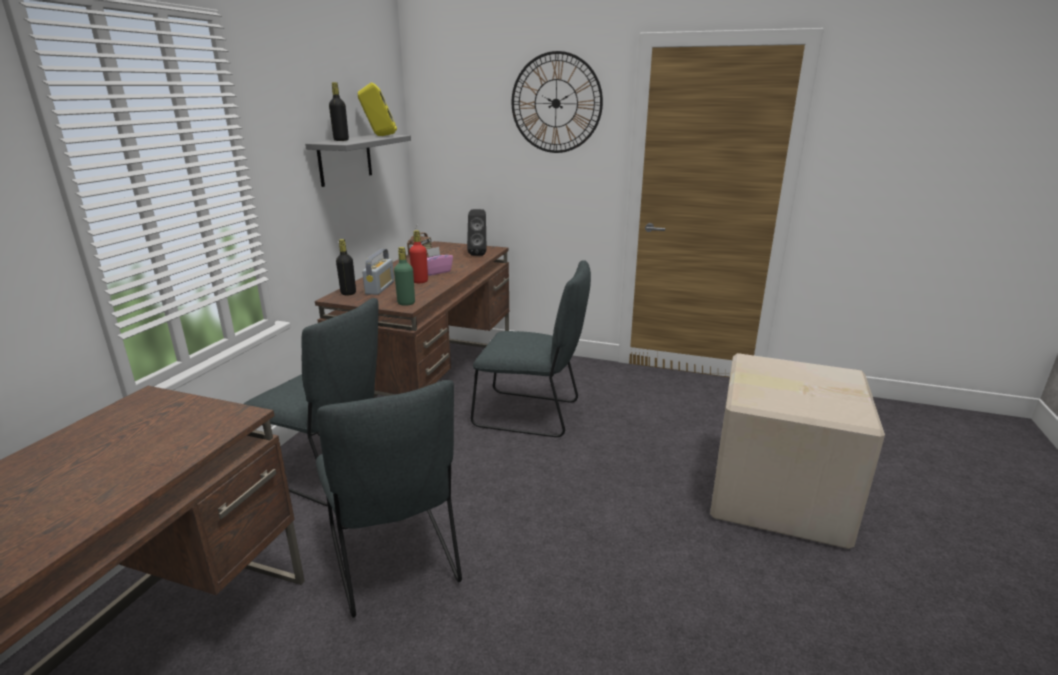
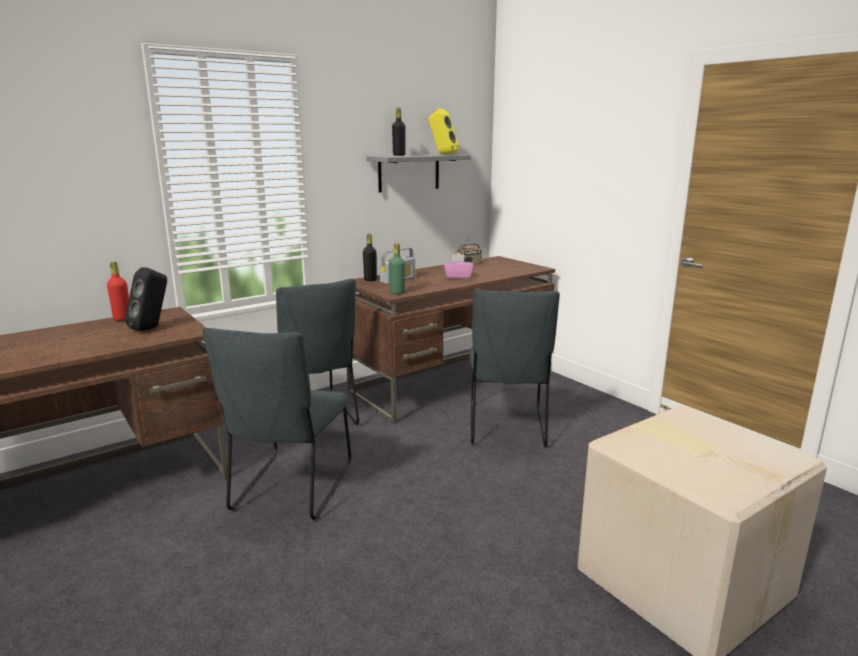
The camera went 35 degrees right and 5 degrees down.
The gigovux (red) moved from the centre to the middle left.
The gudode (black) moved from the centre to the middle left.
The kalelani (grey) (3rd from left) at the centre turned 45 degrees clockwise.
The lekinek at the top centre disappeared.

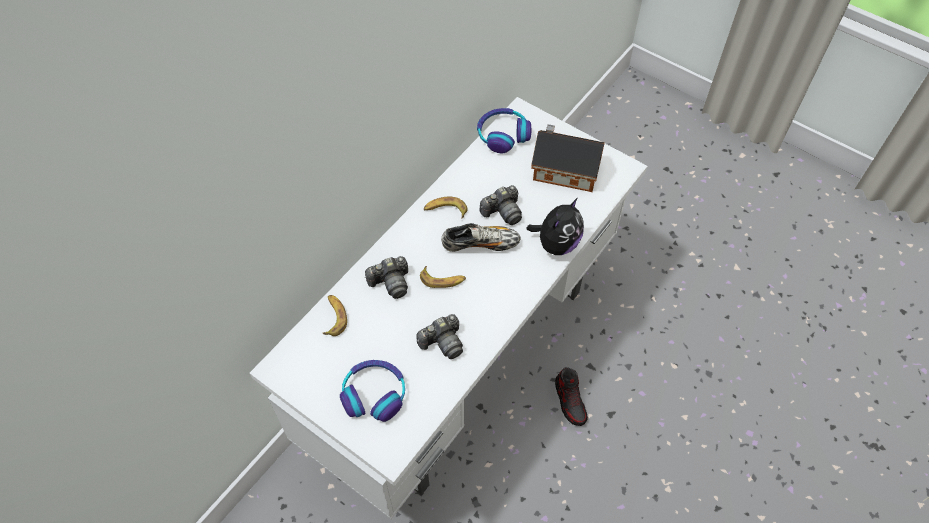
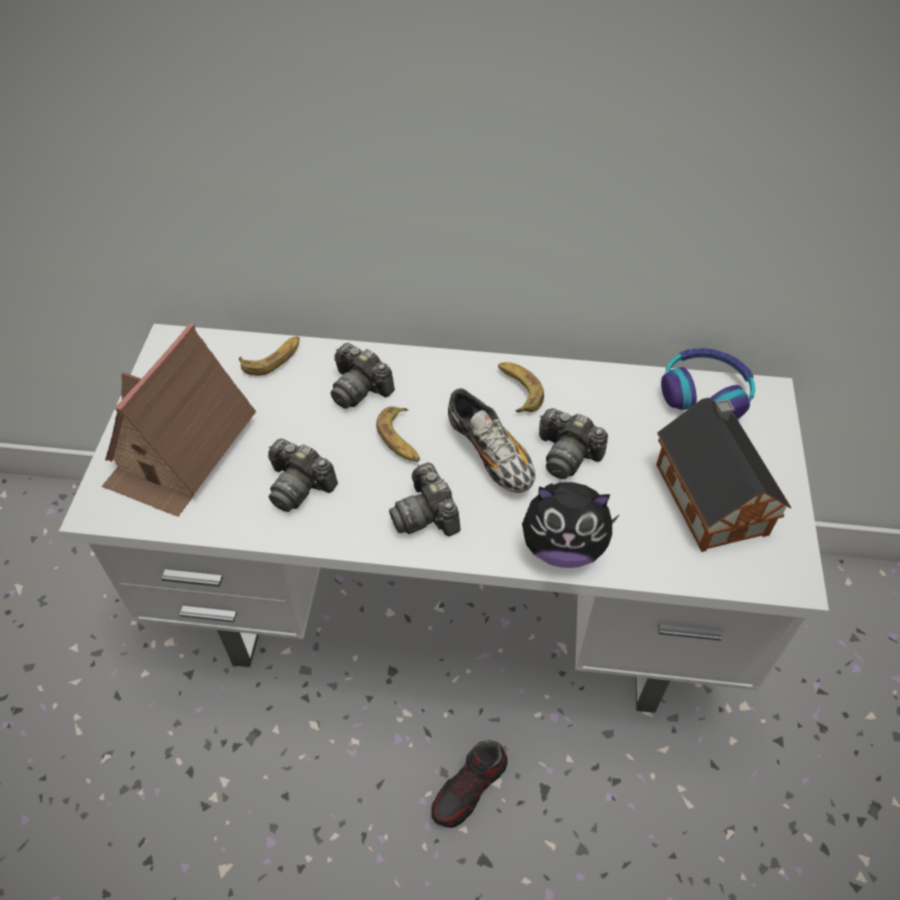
The camera went 60 degrees right and 5 degrees down.
The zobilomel (1st from left) at the bottom centre was replaced by the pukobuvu (1st from left) at the middle left.
The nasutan (3rd from left) at the centre appeared.

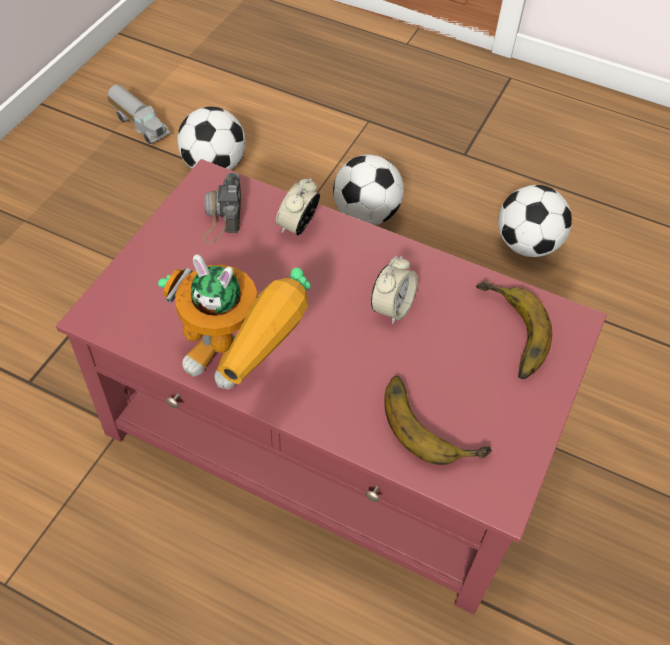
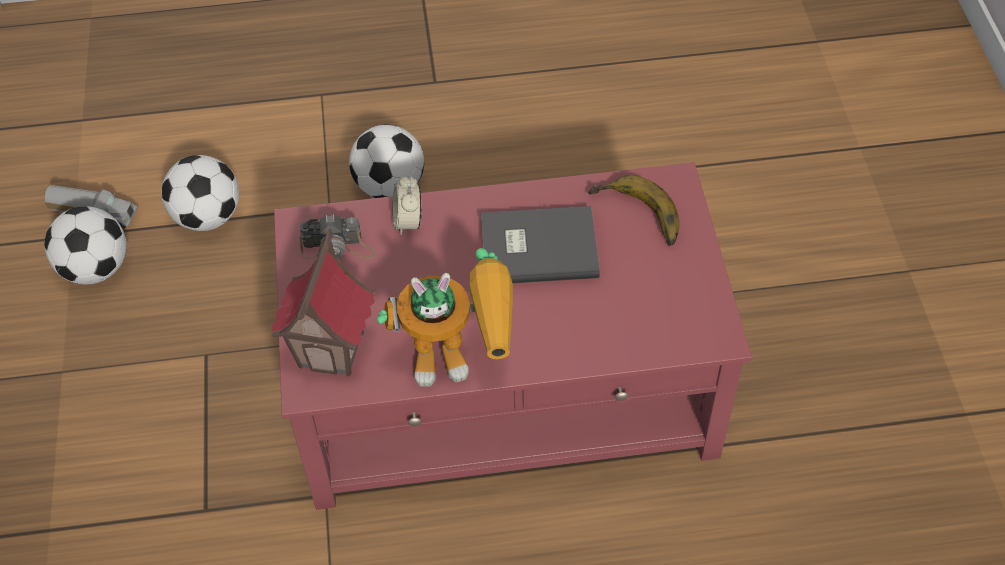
The camera went 30 degrees left and 0 degrees up.
The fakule (3rd from left in the first image) moved from the middle right to the middle left.
The pukobuvu at the middle left appeared.
The nasutan at the top left turned 60 degrees counterclockwise.
The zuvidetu (2nd from left) at the centre was replaced by the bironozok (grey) at the centre.
The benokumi (1st from left) at the centre disappeared.

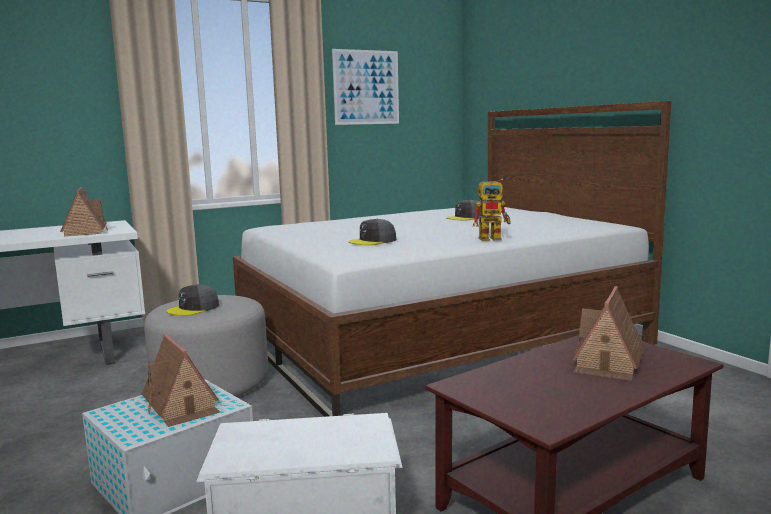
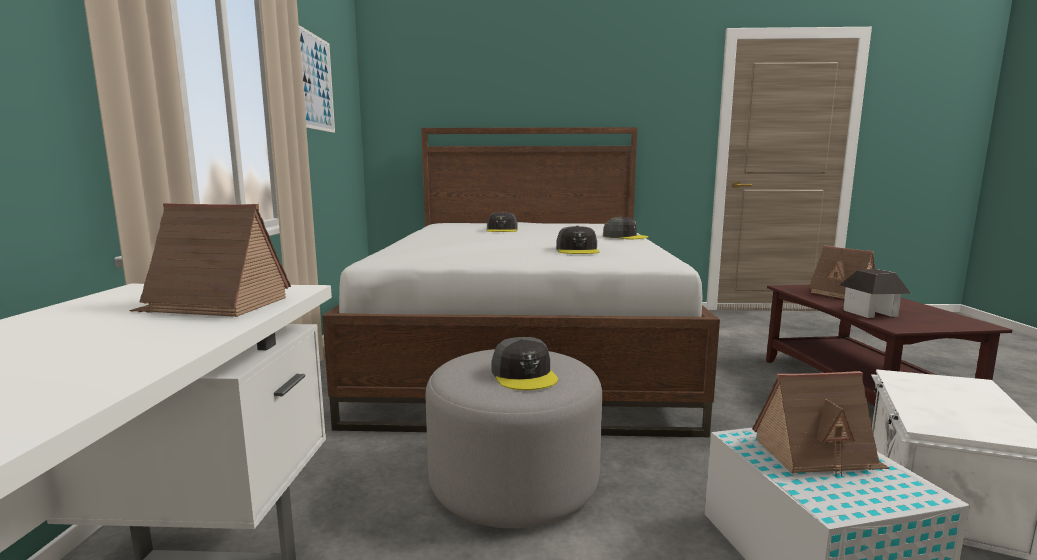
The camera went 60 degrees left and 0 degrees up.
The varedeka at the centre was replaced by the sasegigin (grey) (4th from left) at the centre.
The pukobuvu (4th from left) at the middle right appeared.

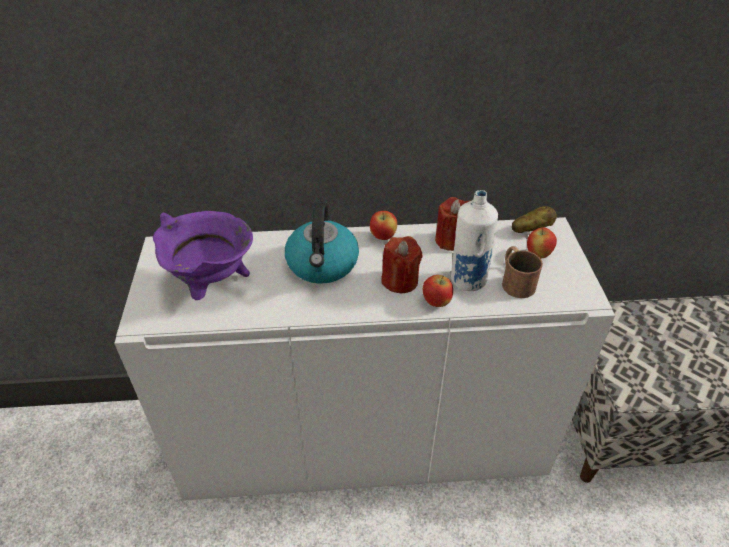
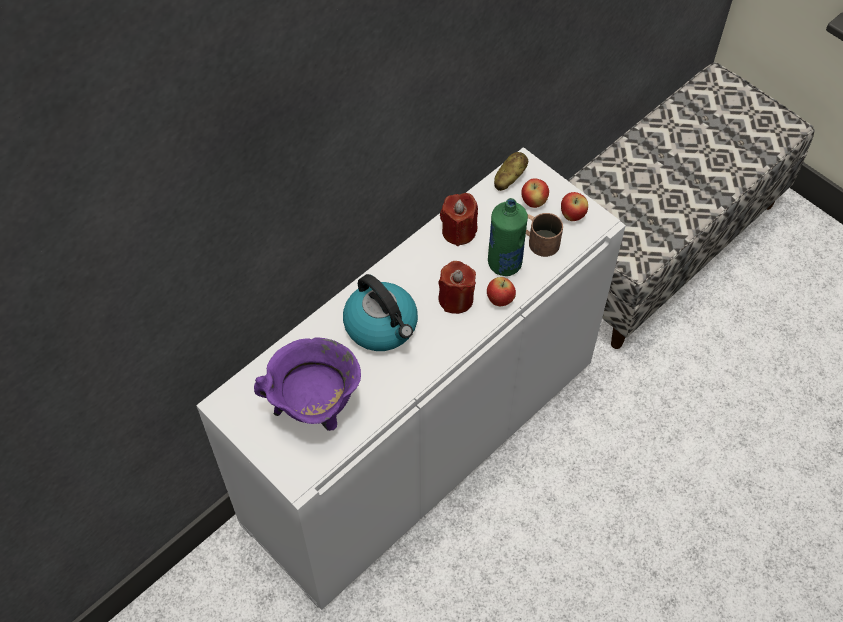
The camera went 40 degrees left and 15 degrees up.
The gigovux (white) at the centre became the gigovux (green) at the centre.
The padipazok (1st from left in the first image) moved from the centre to the top right.

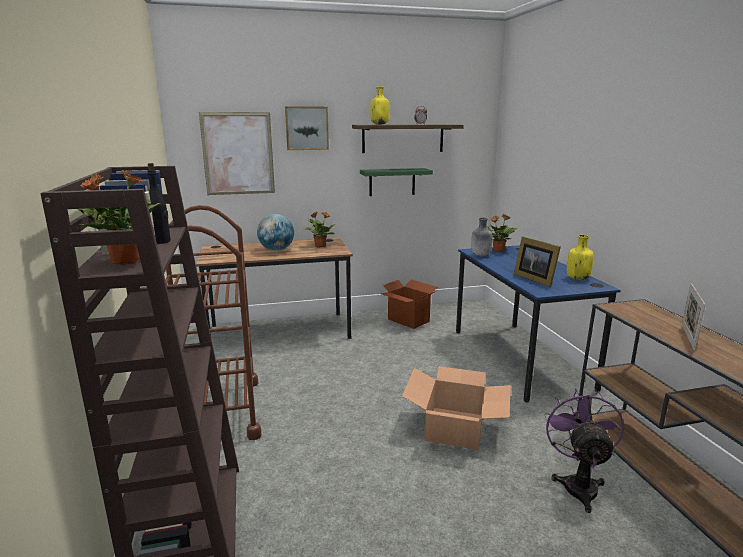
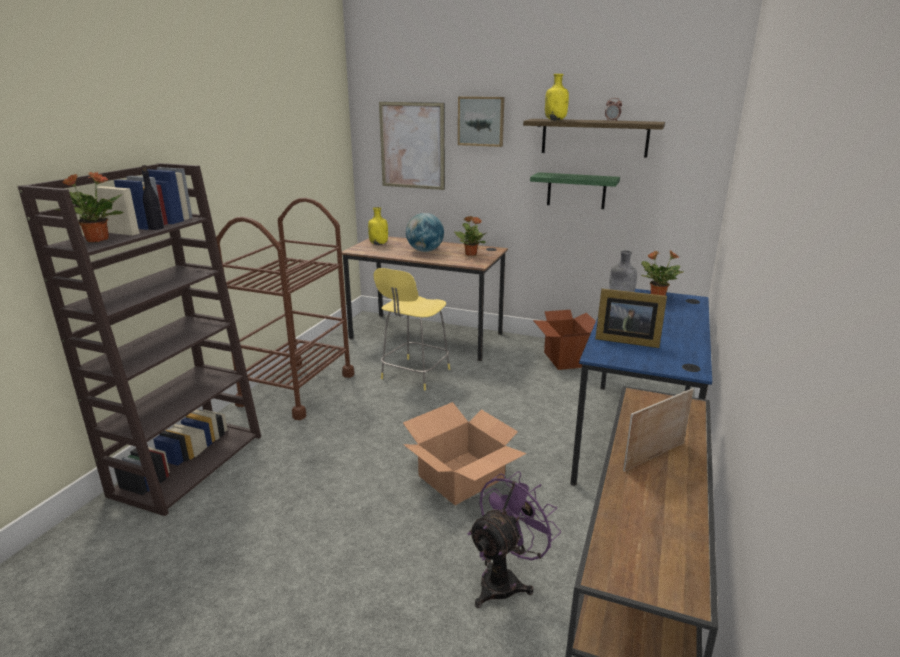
The camera went 35 degrees right and 5 degrees up.
The gigovux (yellow) (2nd from left in the first image) moved from the middle right to the centre.
The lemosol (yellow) at the centre appeared.
The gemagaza (1st from left) at the middle right turned 75 degrees counterclockwise.

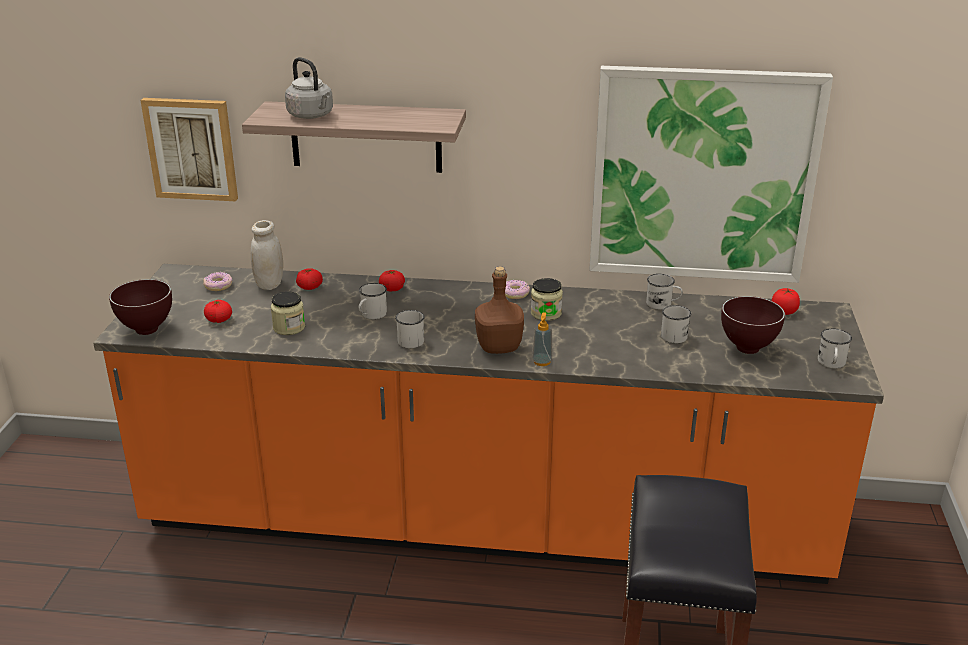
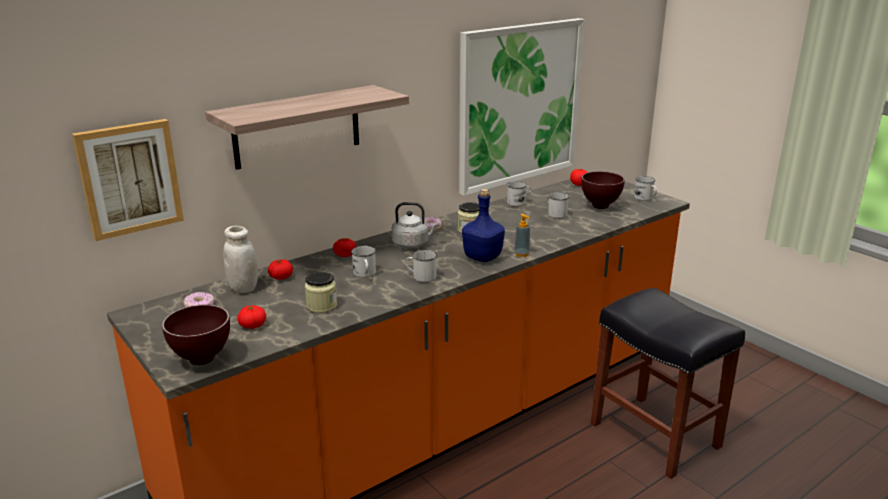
The camera went 45 degrees left and 5 degrees down.
The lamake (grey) moved from the top left to the centre.
The gigovux (brown) at the centre became the gigovux (blue) at the centre.

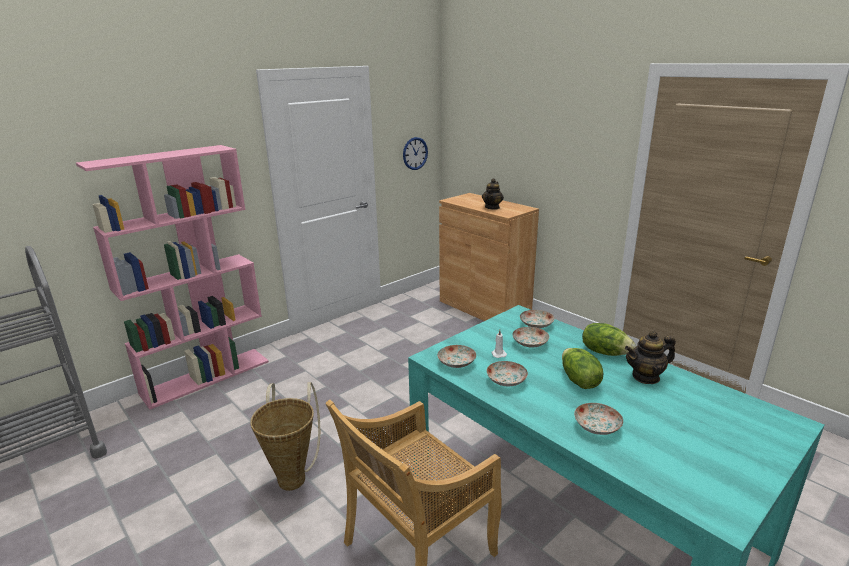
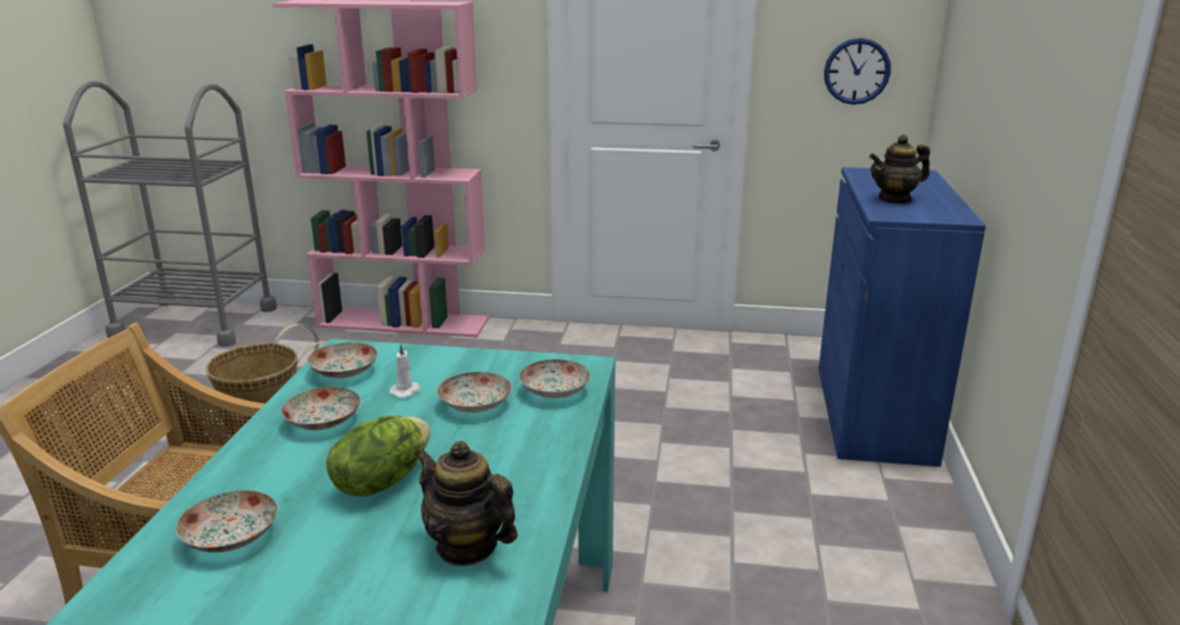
The camera went 50 degrees right and 0 degrees up.
The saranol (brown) at the centre became the saranol (blue) at the middle right.
The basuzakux (2nd from left) at the middle right disappeared.

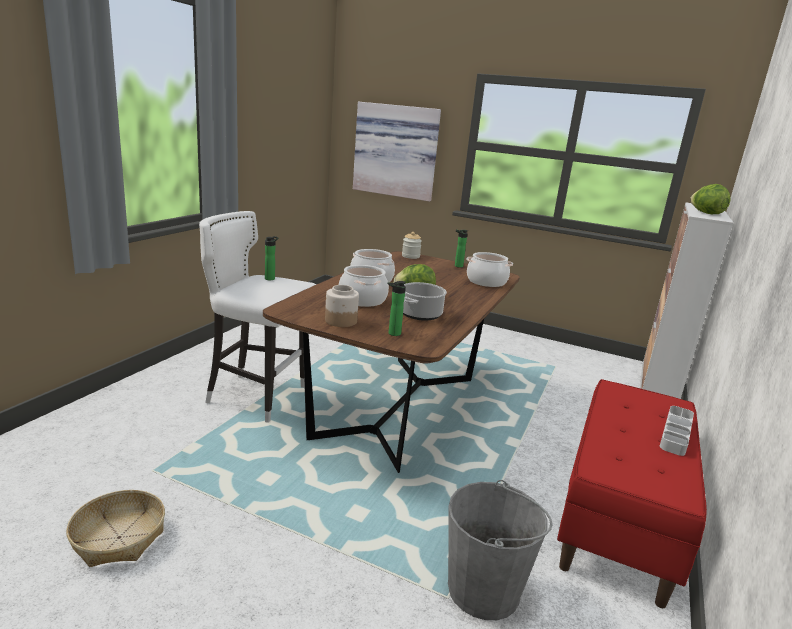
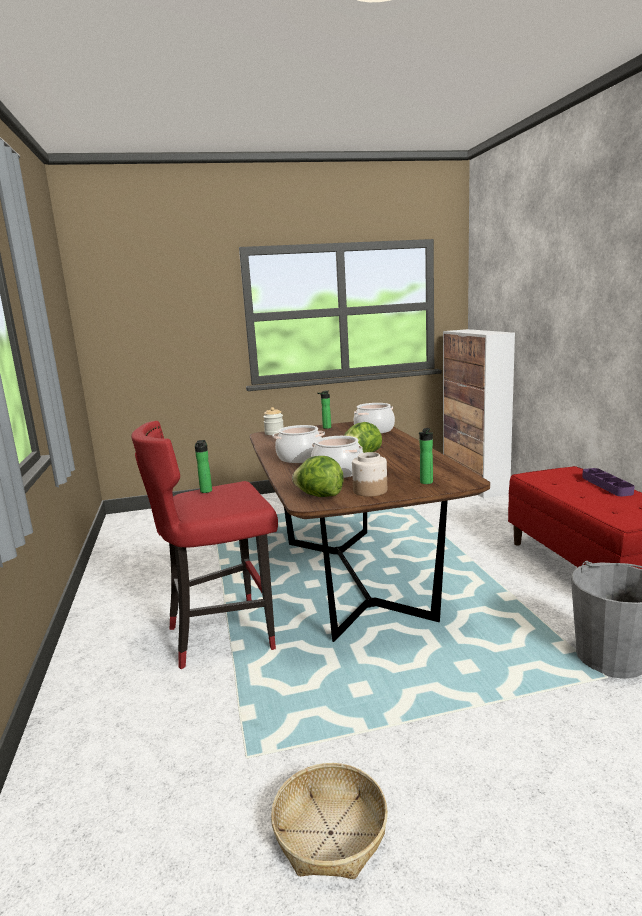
The camera went 35 degrees left and 5 degrees down.
The lemosol (white) at the middle left became the lemosol (red) at the middle left.
The basuzakux (2nd from left in the first image) moved from the top right to the centre.
The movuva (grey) at the bottom right became the movuva (purple) at the middle right.
The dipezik at the top centre disappeared.
The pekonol (3rd from left) at the centre disappeared.

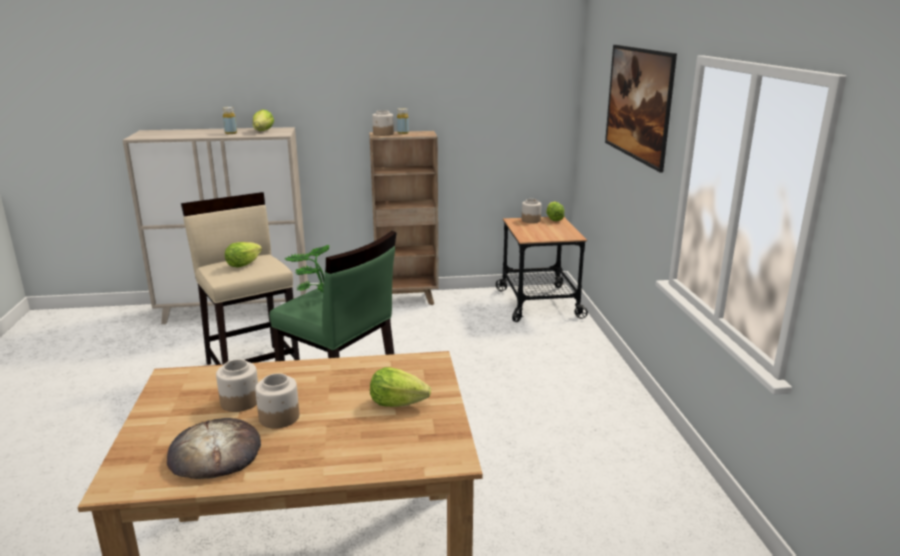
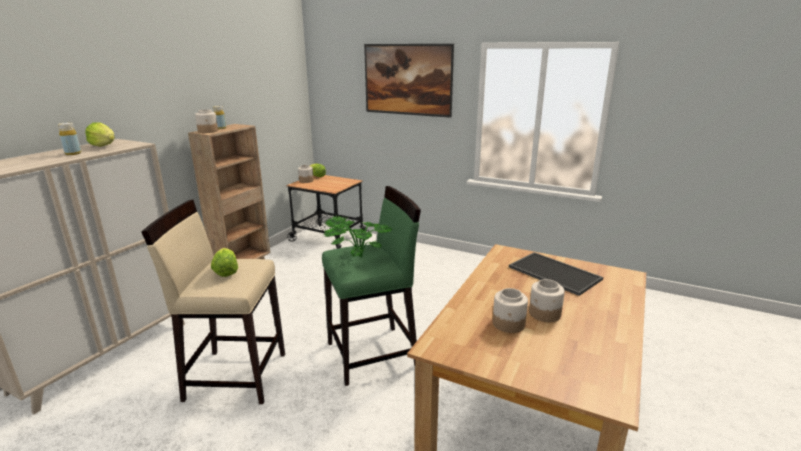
The camera went 55 degrees left and 0 degrees up.
The basuzakux (3rd from left) at the bottom centre was replaced by the movuva at the middle right.
The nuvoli at the bottom left disappeared.

